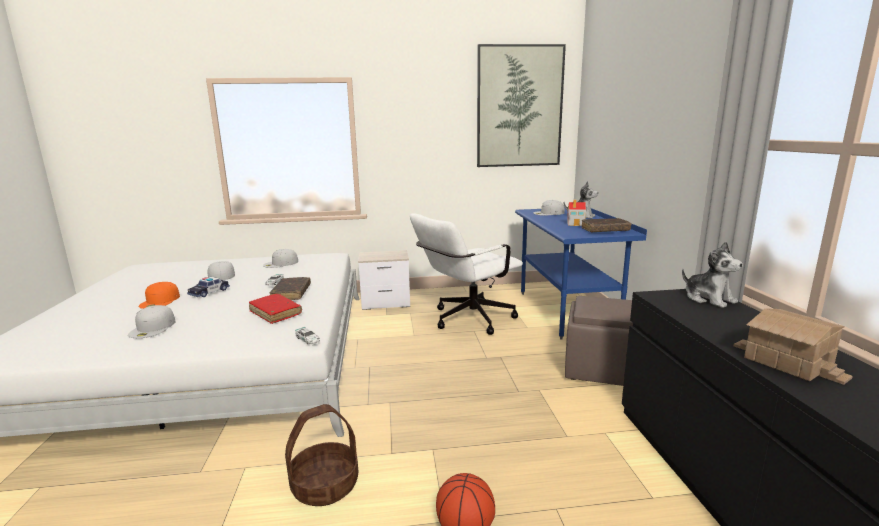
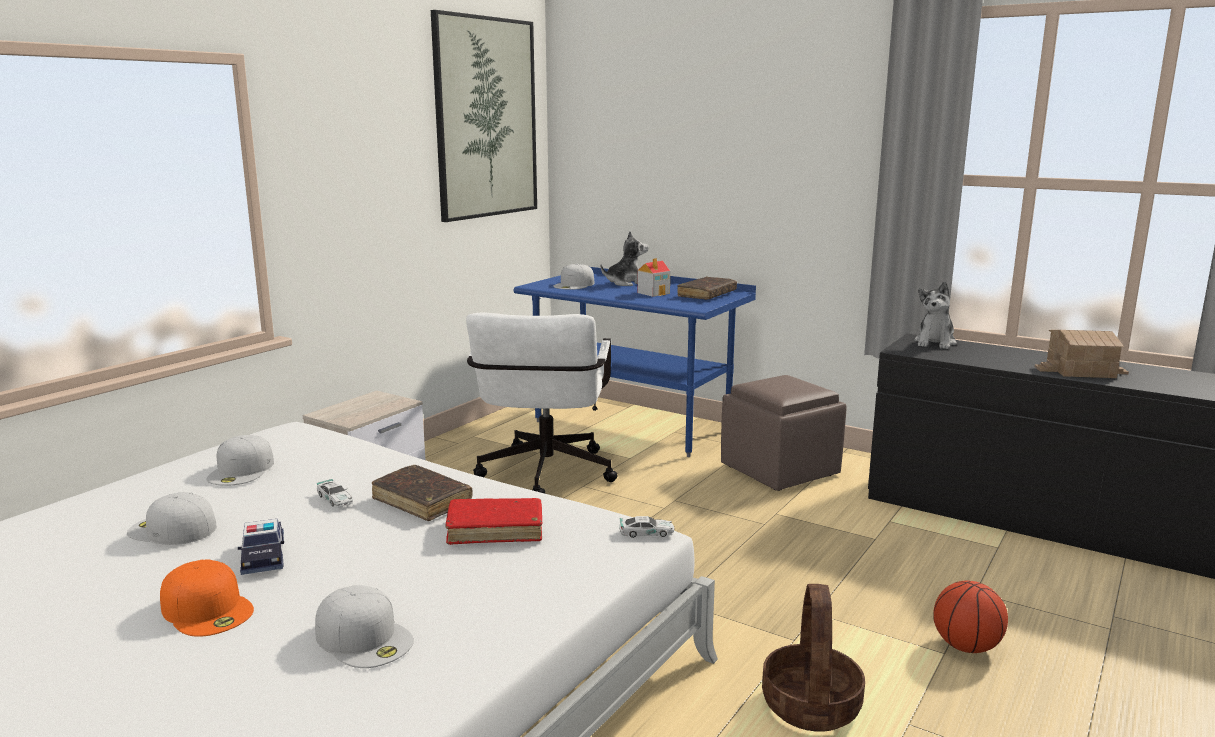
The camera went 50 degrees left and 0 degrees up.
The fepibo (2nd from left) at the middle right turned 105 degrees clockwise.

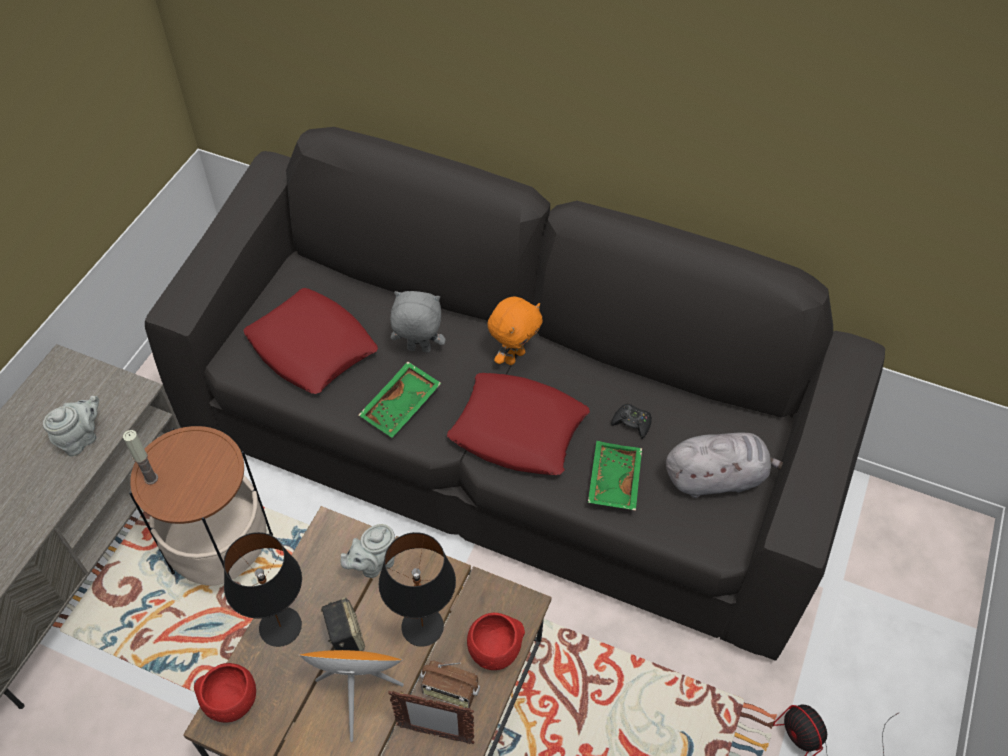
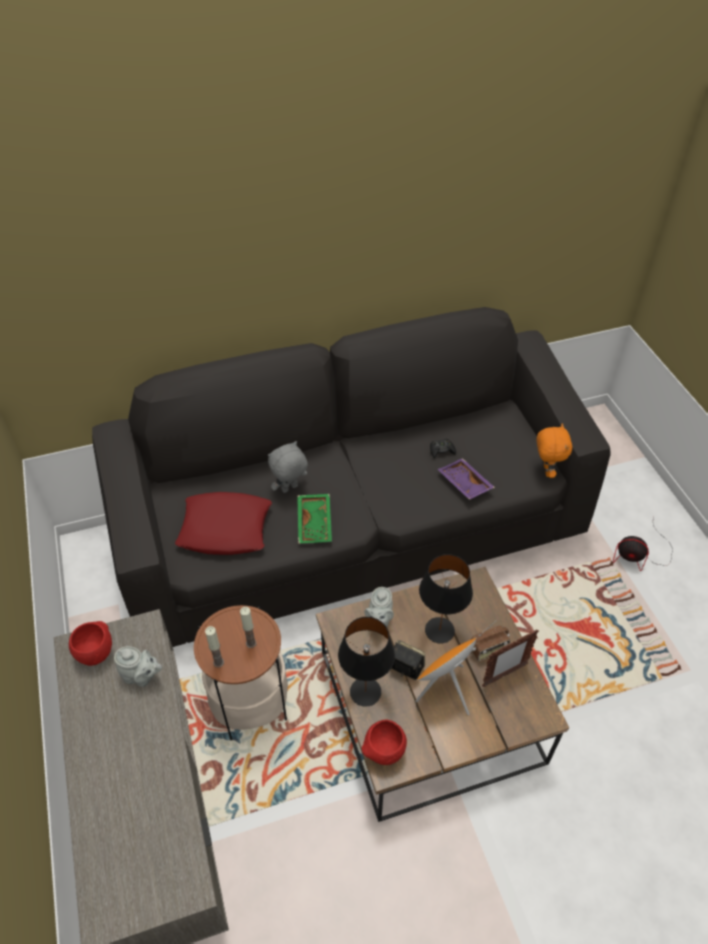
The camera went 40 degrees left and 5 degrees down.
The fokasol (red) (2nd from left in the first image) moved from the bottom centre to the bottom left.
The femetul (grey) (1st from left) at the middle left turned 105 degrees clockwise.
The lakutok (2nd from left) at the centre appeared.
The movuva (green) (2nd from left) at the centre became the movuva (purple) at the centre.
The fepibo (orange) moved from the centre to the middle right.
The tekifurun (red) (2nd from left) at the centre disappeared.
The fepibo (grey) (2nd from left) at the middle right disappeared.

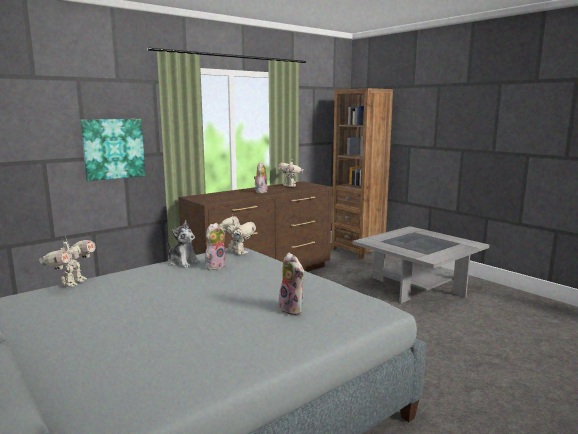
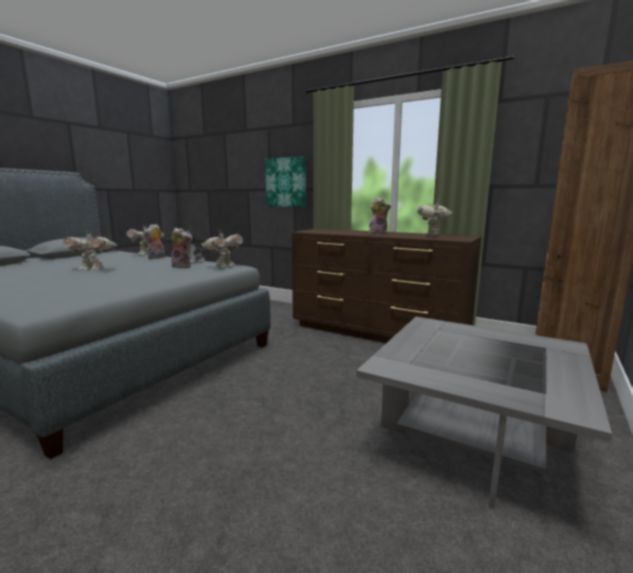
The camera went 70 degrees right and 0 degrees up.
The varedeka (1st from left) at the middle left appeared.
The fepibo (4th from left in the first image) moved from the centre to the middle left.

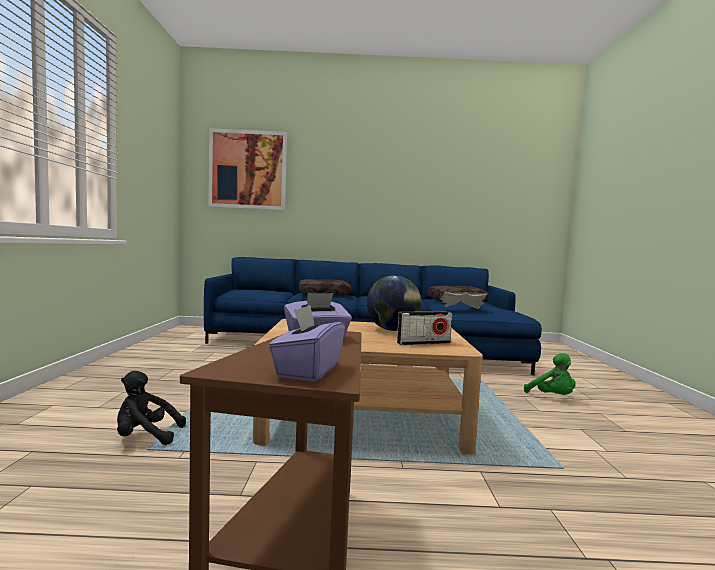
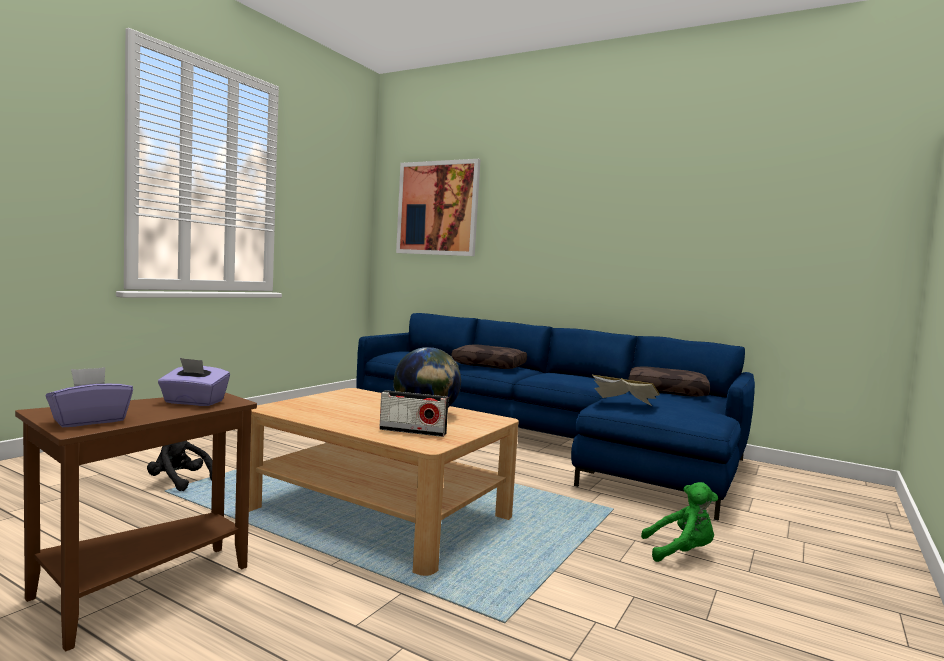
The camera went 30 degrees right and 0 degrees up.
The fepibo (green) at the middle right turned 90 degrees counterclockwise.

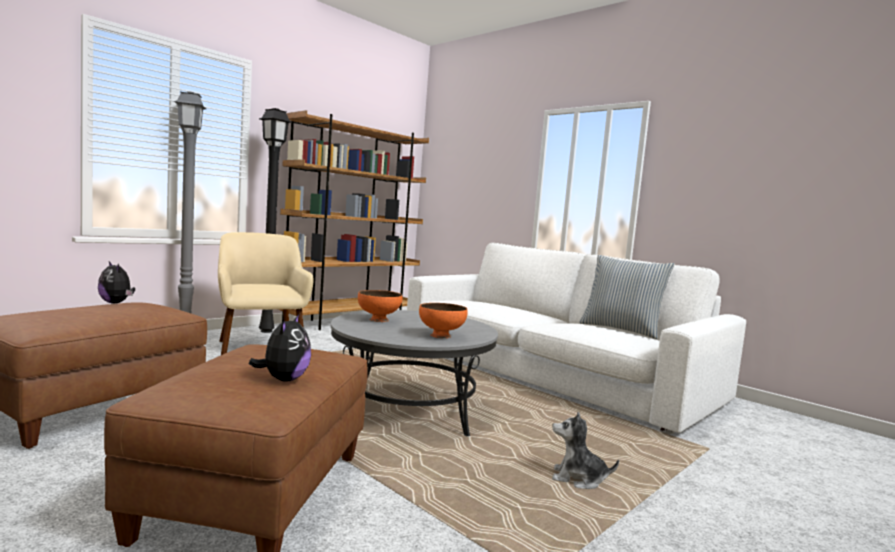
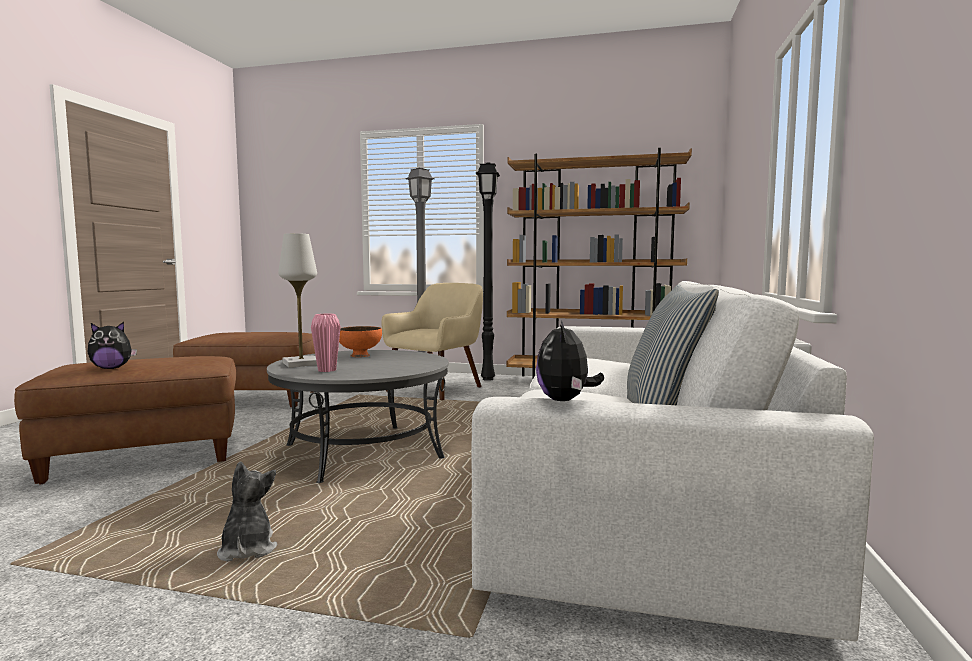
The camera went 60 degrees right and 0 degrees up.
The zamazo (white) at the middle left appeared.
The fokasol (orange) (2nd from left) at the centre was replaced by the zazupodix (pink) at the centre.
The fepibo (1st from left in the first image) moved from the middle left to the centre.

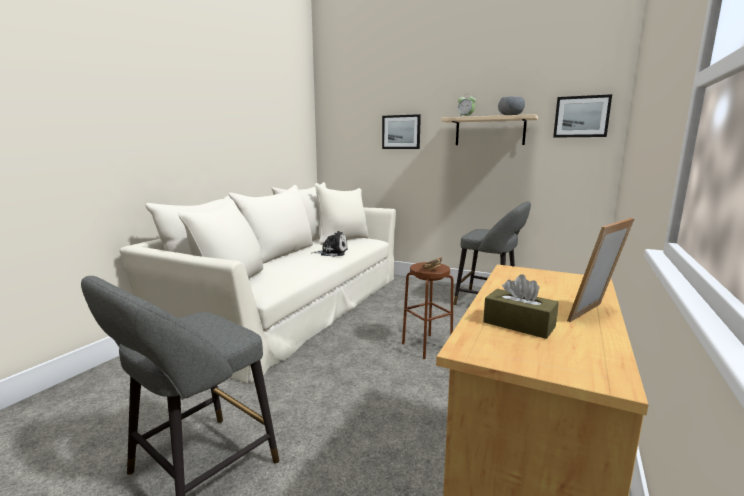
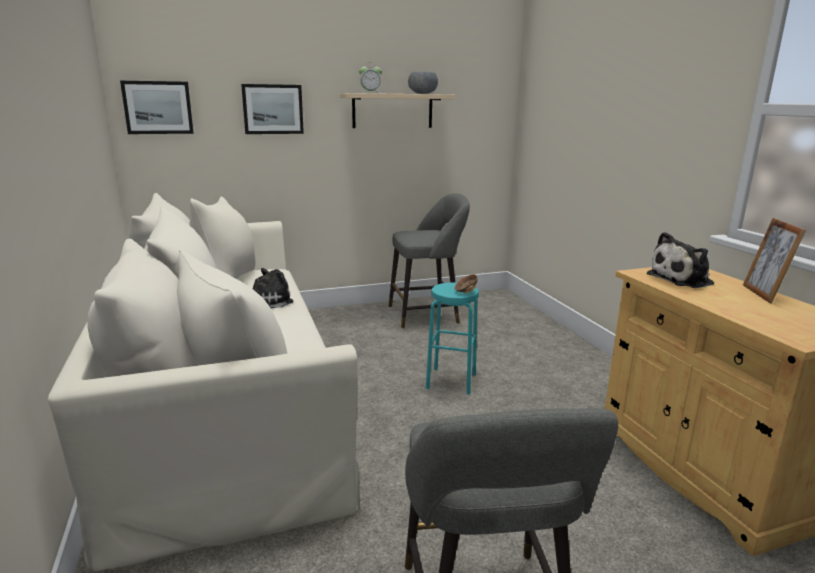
The camera went 45 degrees left and 5 degrees up.
The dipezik (2nd from left in the first image) moved from the top right to the top left.
The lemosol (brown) at the centre became the lemosol (turquoise) at the centre.
The fepibo (2nd from left) at the middle right appeared.
The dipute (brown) at the middle right disappeared.

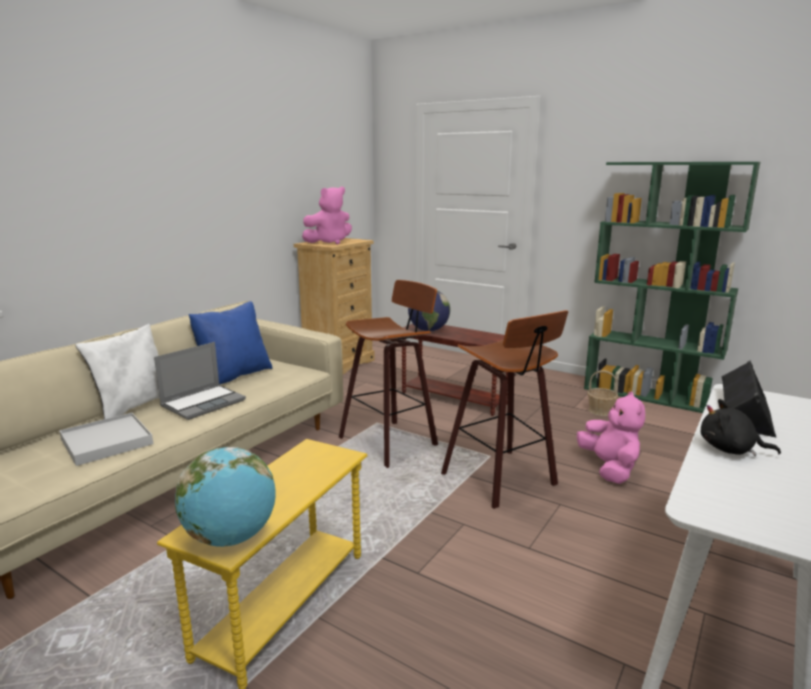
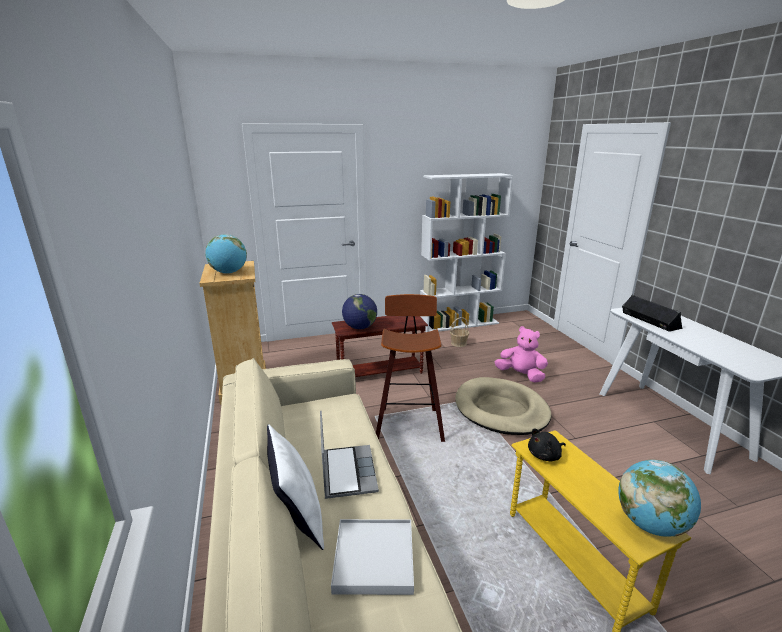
The camera went 50 degrees left and 5 degrees up.
The fepibo (pink) (1st from left) at the top centre was replaced by the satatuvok (1st from left) at the middle left.
The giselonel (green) at the middle right became the giselonel (white) at the centre.
The lemosol (2nd from left) at the centre was replaced by the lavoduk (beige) at the centre.
The fepibo (black) moved from the middle right to the bottom right.
The tekifurun (blue) at the middle left disappeared.

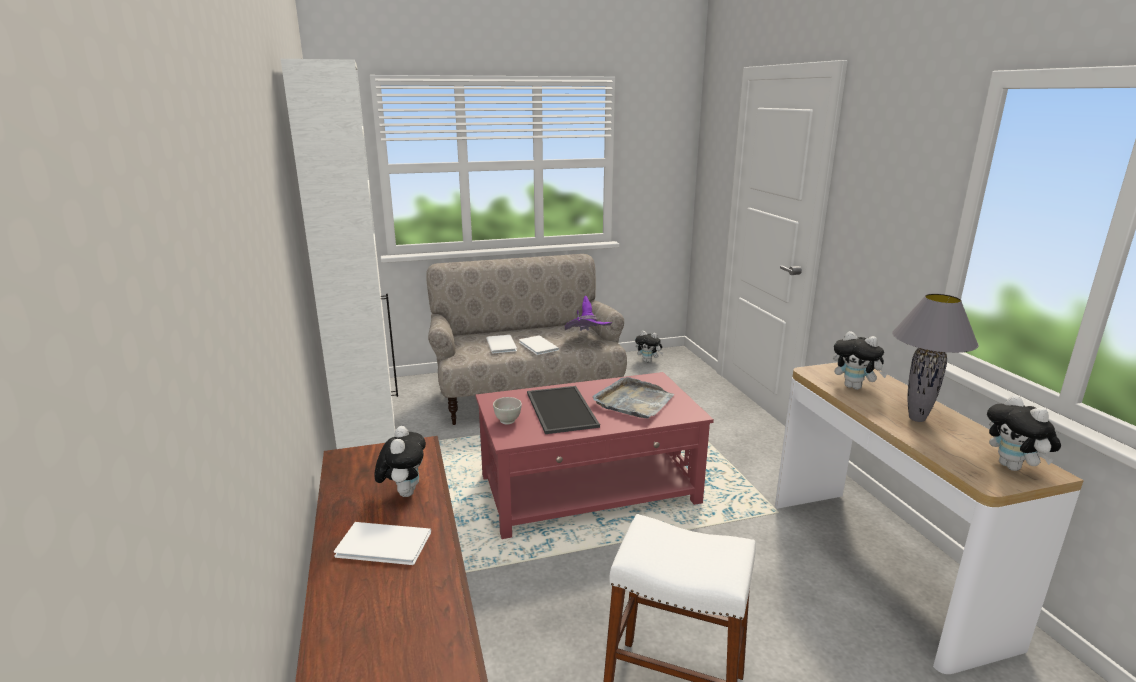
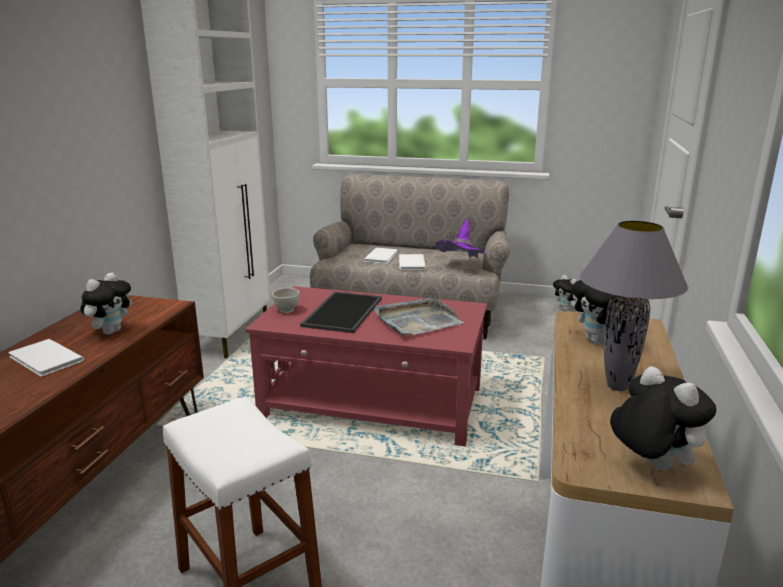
The camera went 30 degrees right and 0 degrees up.
The fepibo (4th from left) at the middle right turned 135 degrees clockwise.

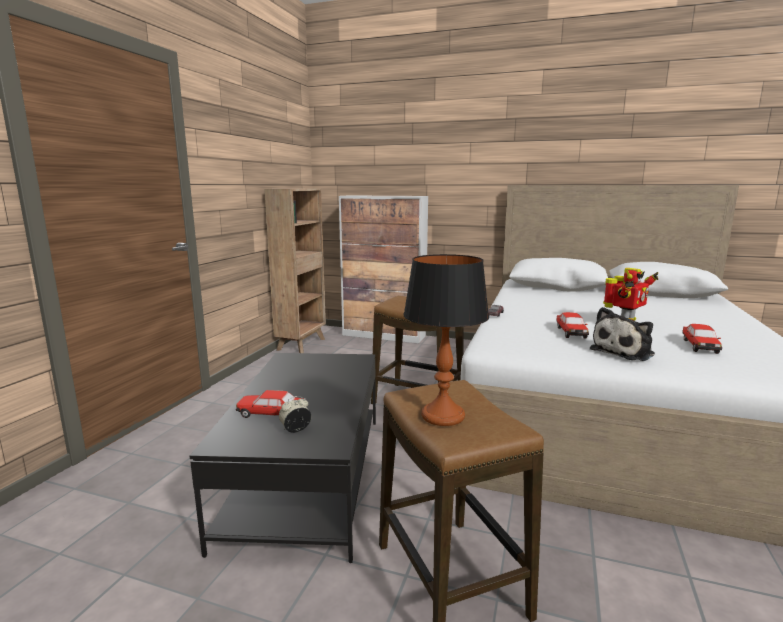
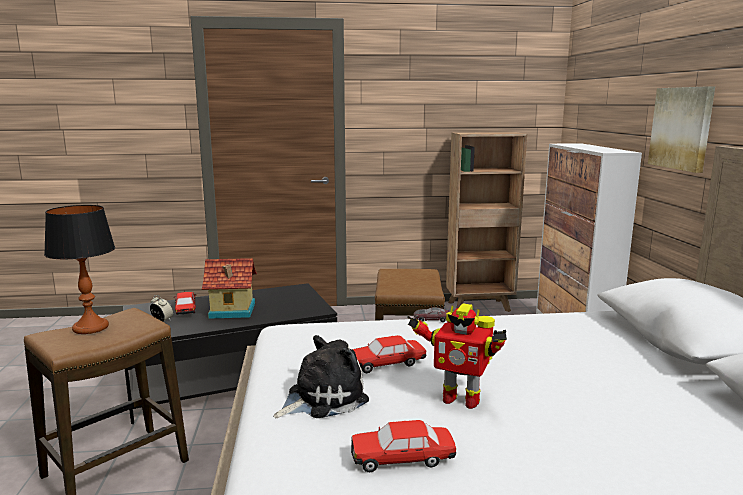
The camera went 65 degrees right and 0 degrees up.
The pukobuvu at the middle left appeared.
The fepibo at the middle right turned 120 degrees clockwise.
The dipezik at the top right appeared.

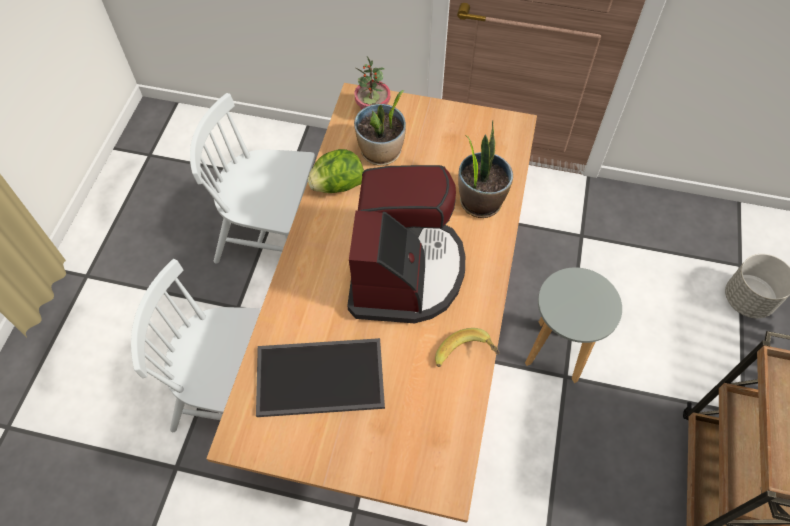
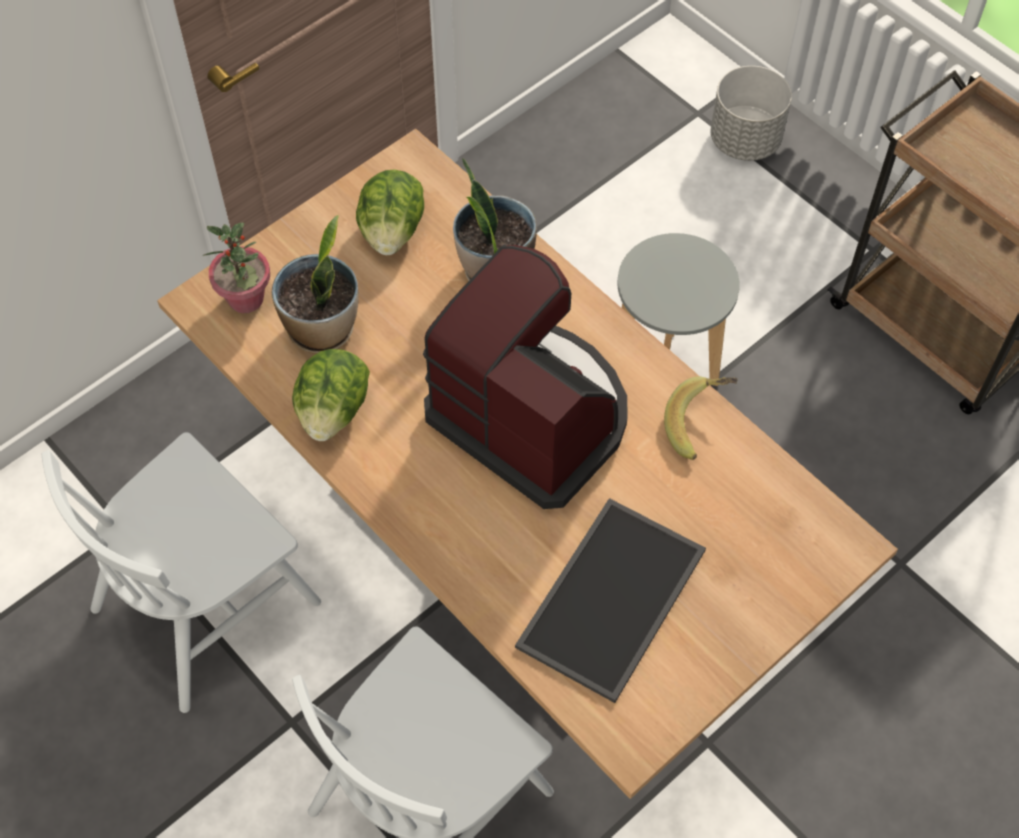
The camera went 55 degrees left and 0 degrees up.
The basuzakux (2nd from left) at the top centre appeared.

